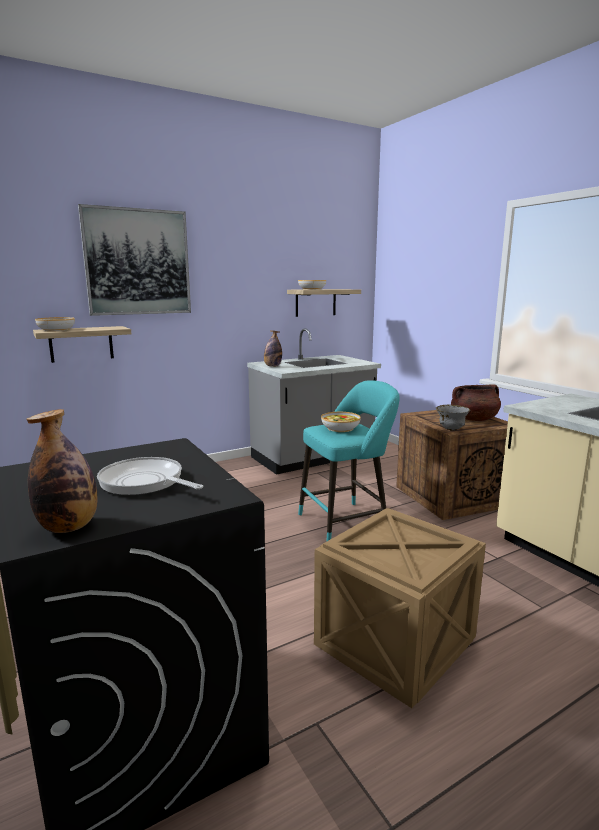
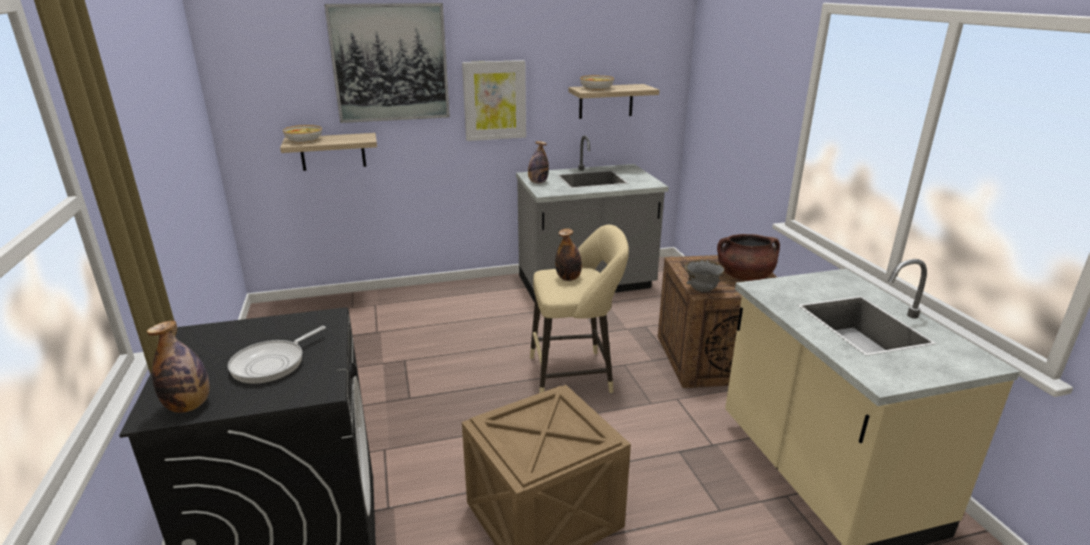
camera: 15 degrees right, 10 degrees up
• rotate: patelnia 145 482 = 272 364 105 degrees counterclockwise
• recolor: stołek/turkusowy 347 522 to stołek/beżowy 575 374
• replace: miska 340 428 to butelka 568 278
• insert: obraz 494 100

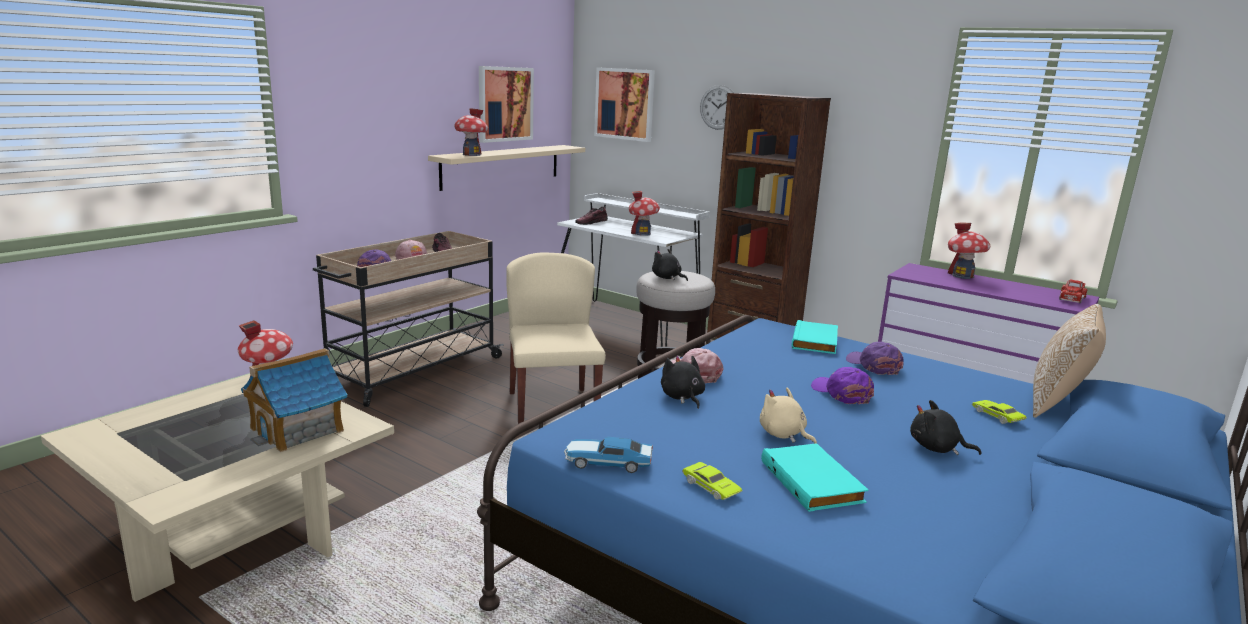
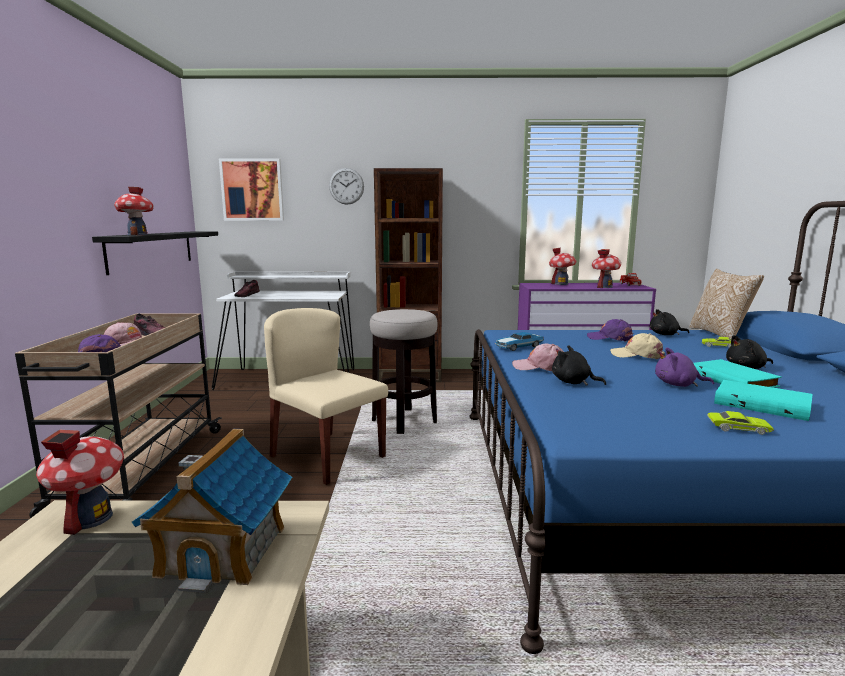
camera: 35 degrees left, 5 degrees down
• recolor: półka/beżowy 502 166 to półka/czarny 152 250
• delete: obraz 505 104
• move: samochodzik 607 462 to 518 347
• move: domek 642 233 to 604 287
• move: pluszak/czarny 667 278 to 665 334
• recolor: pluszak/beżowy 783 435 to pluszak/fioletowy 678 385
• move: książka/turkusowy 816 341 to 733 379
• recolor: czapka z daszkiem/fioletowy 842 393 to czapka z daszkiem/beżowy 637 355

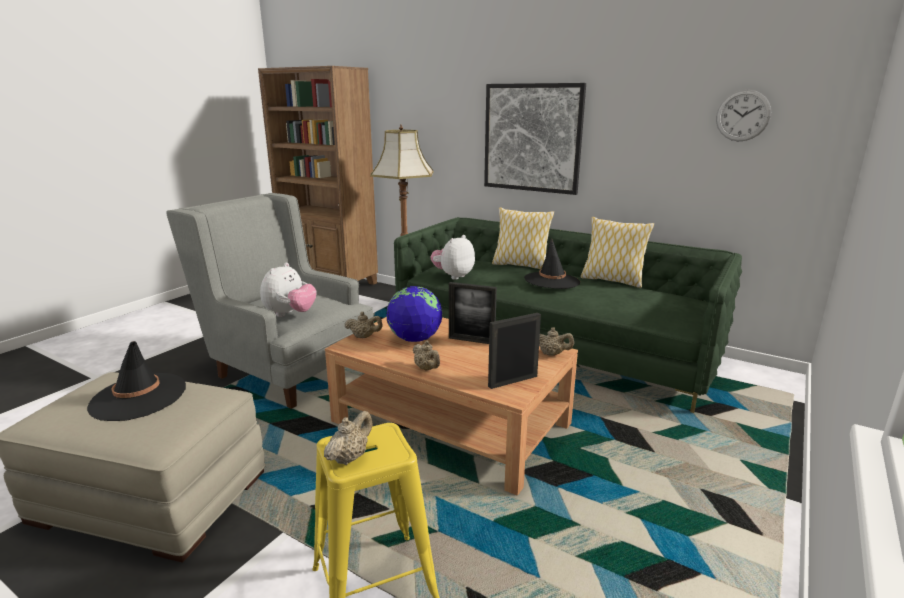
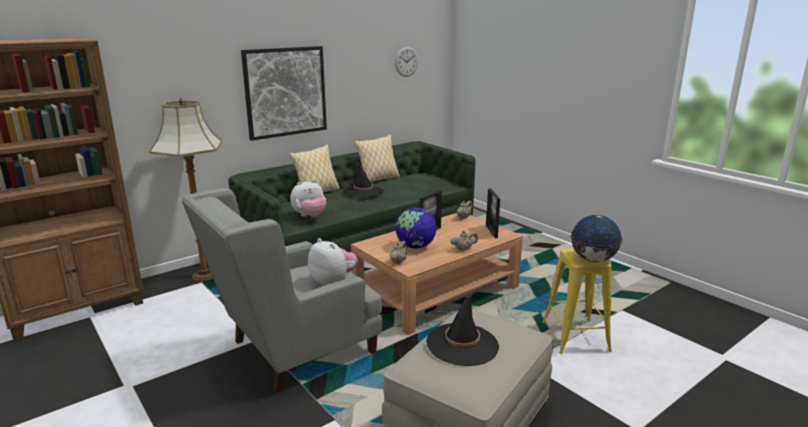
camera: 70 degrees left, 0 degrees up
• replace: imbryk/beżowy 350 457 to globus 592 260
• rotate: pluszak 453 276 = 310 216 90 degrees counterclockwise

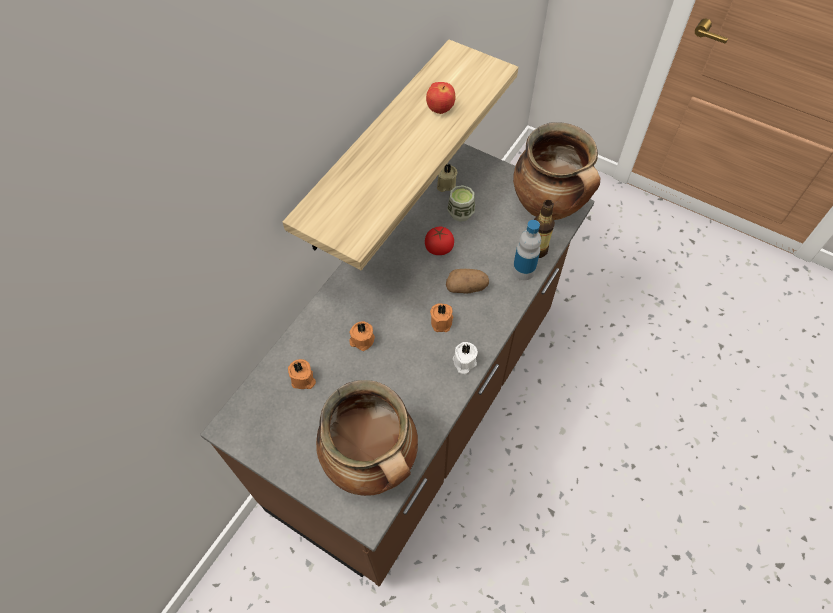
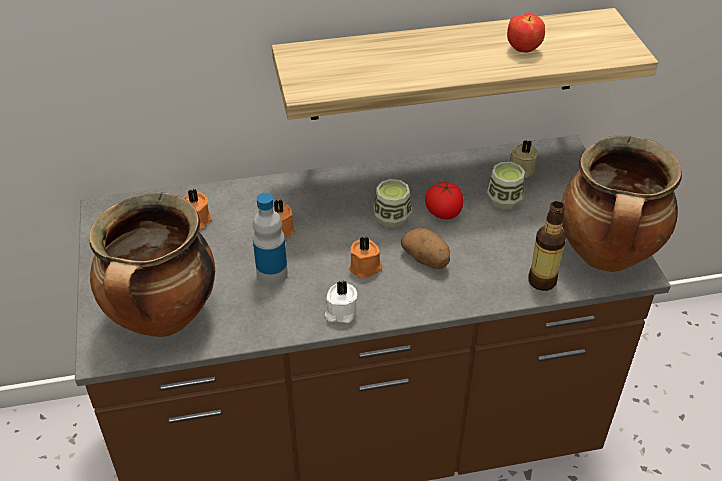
camera: 45 degrees right, 15 degrees down
• move: butelka 523 270 to 272 274
• insert: filiżanka 392 218

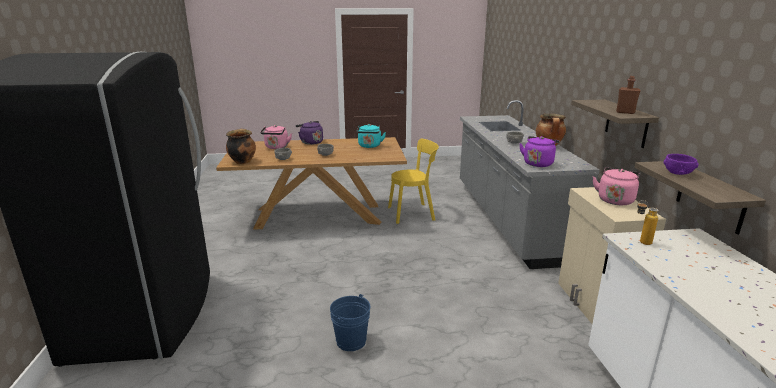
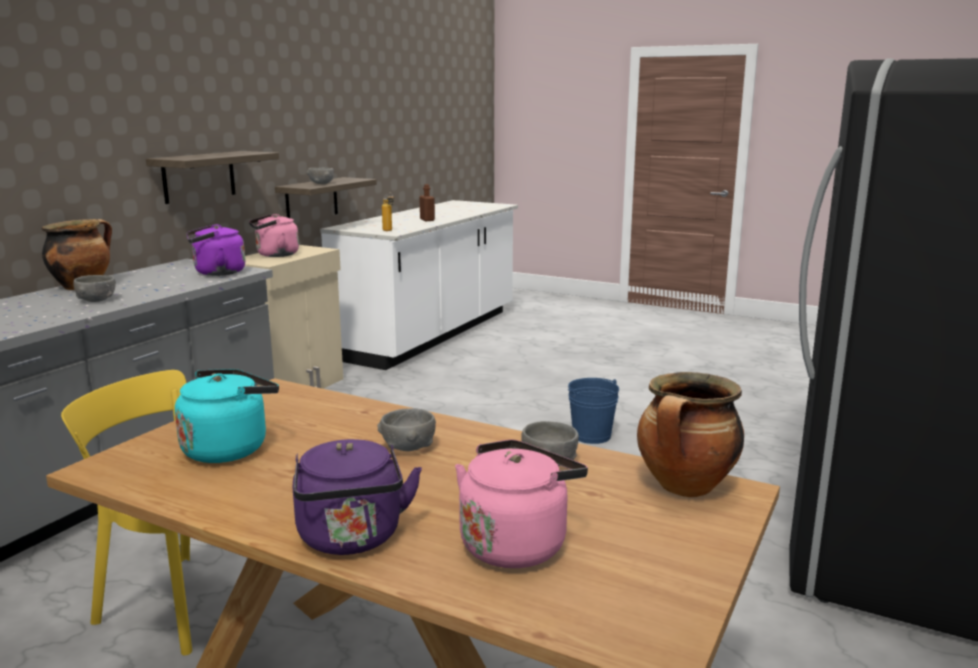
camera: 145 degrees left, 5 degrees down
• move: butelka/brązowy 625 112 to 427 220
• recolor: miska/fioletowy 677 173 to miska/szary 321 184

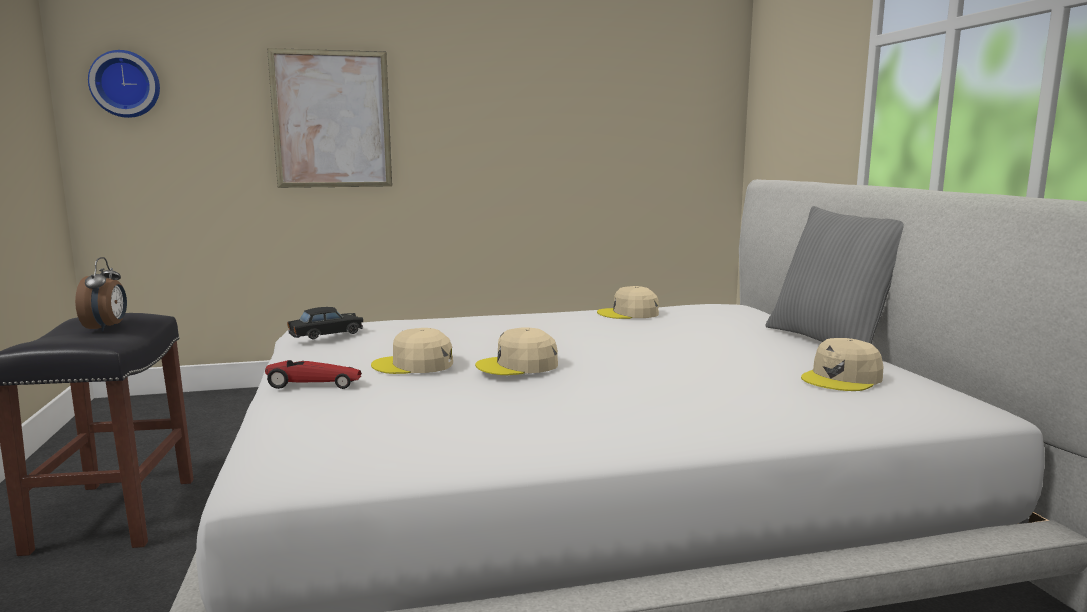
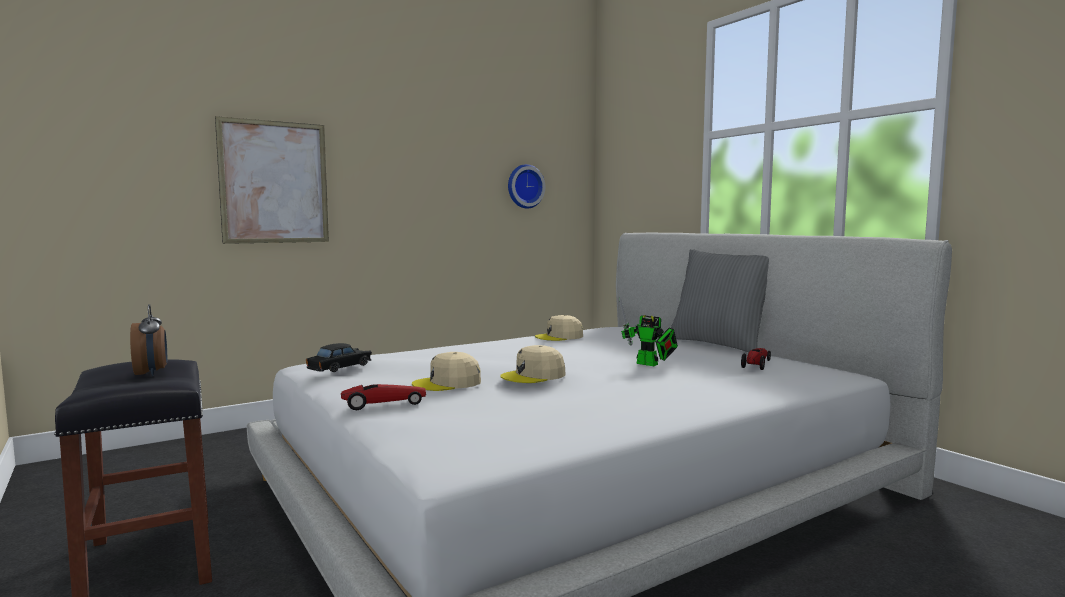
camera: 20 degrees left, 5 degrees down
• move: zegar ścienny 126 84 to 524 186
• replace: czapka z daszkiem/beżowy 842 378 to samochodzik 756 364
• insert: robot zabawkowy 650 364

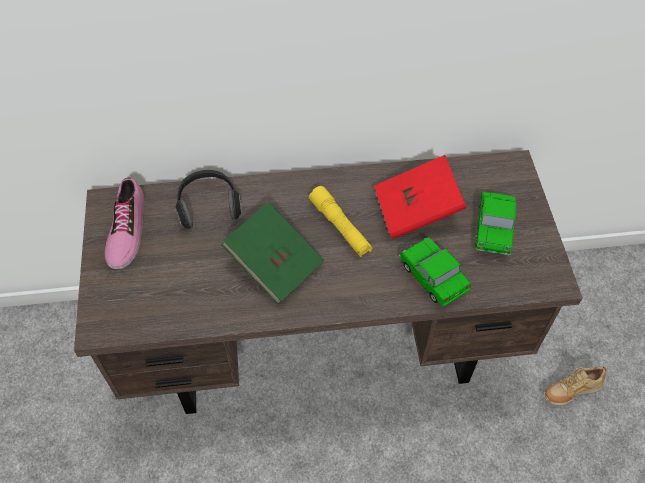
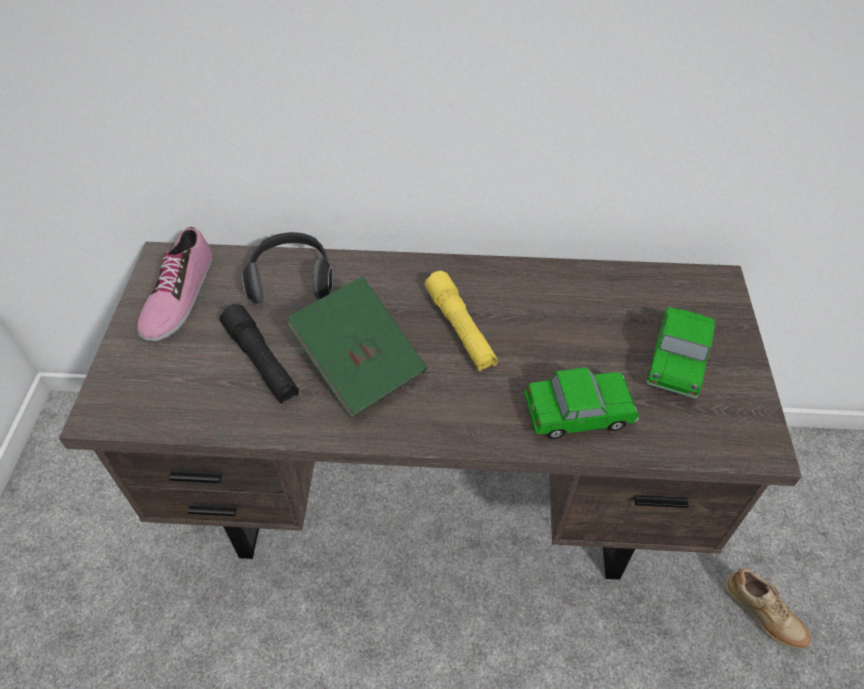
camera: 10 degrees right, 5 degrees down
• delete: książka/czerwony 417 210
• rotate: samochodzik 432 277 = 578 414 105 degrees clockwise
• rotate: but/beżowy 570 391 = 762 616 120 degrees counterclockwise
• insert: latarka/czarny 261 361

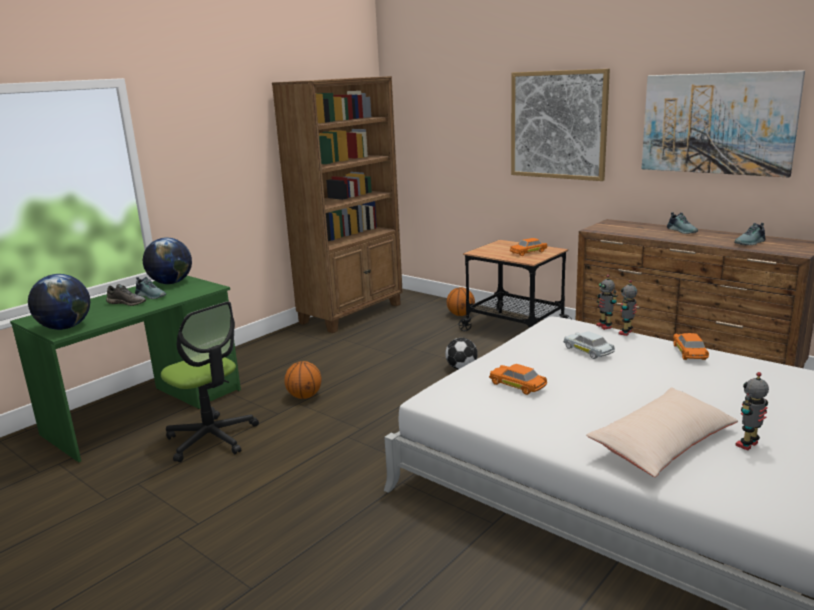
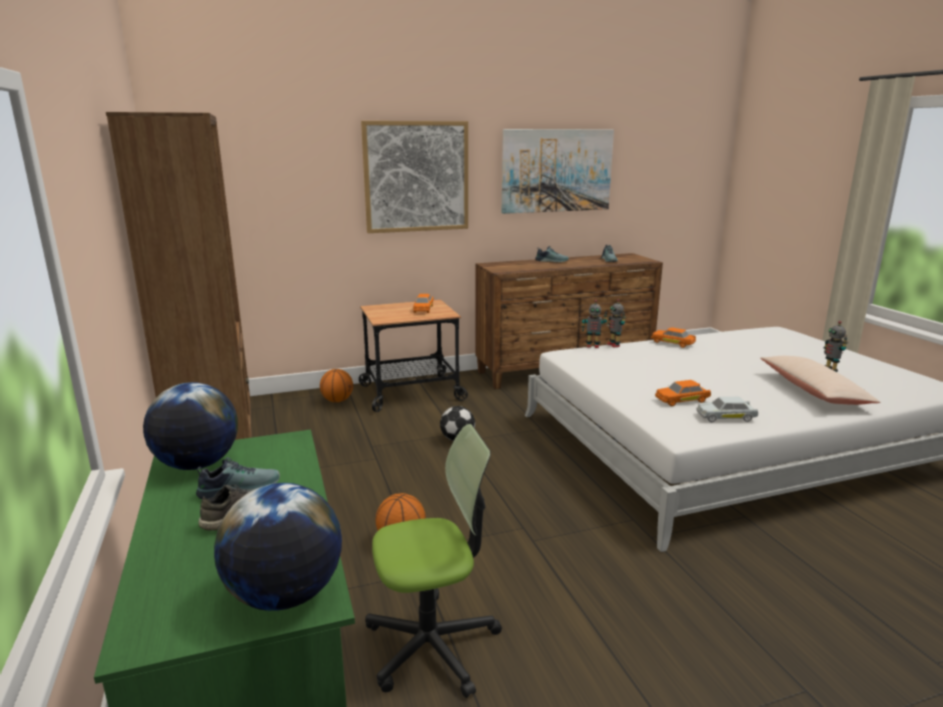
camera: 60 degrees left, 0 degrees up
• move: samochodzik/biały 588 351 to 726 417

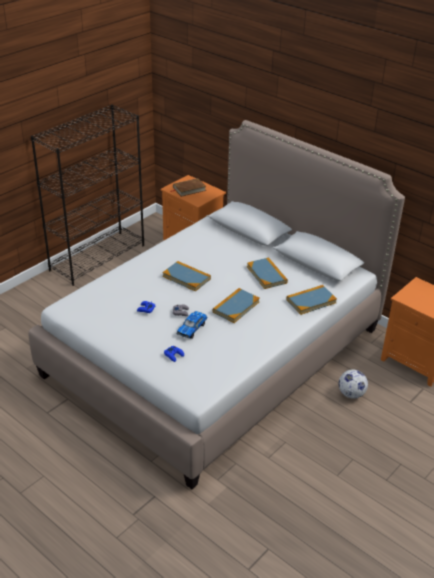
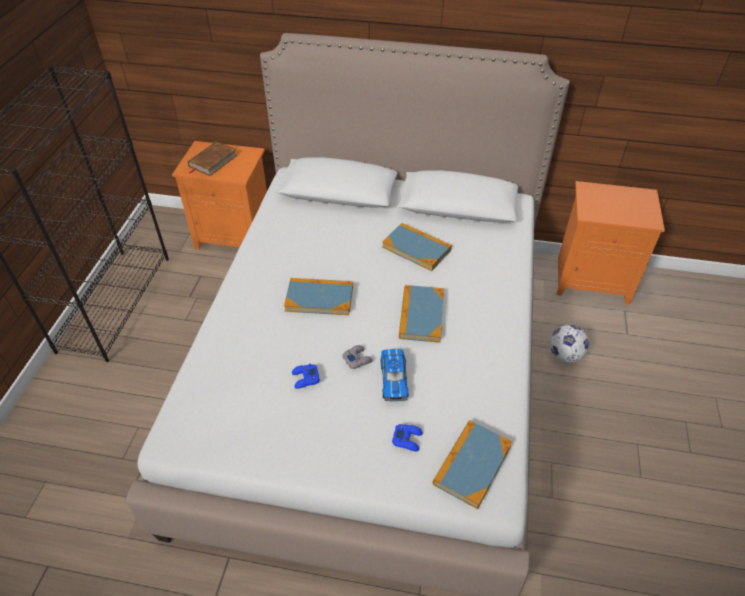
camera: 30 degrees left, 10 degrees up
• move: książka 311 301 to 472 465

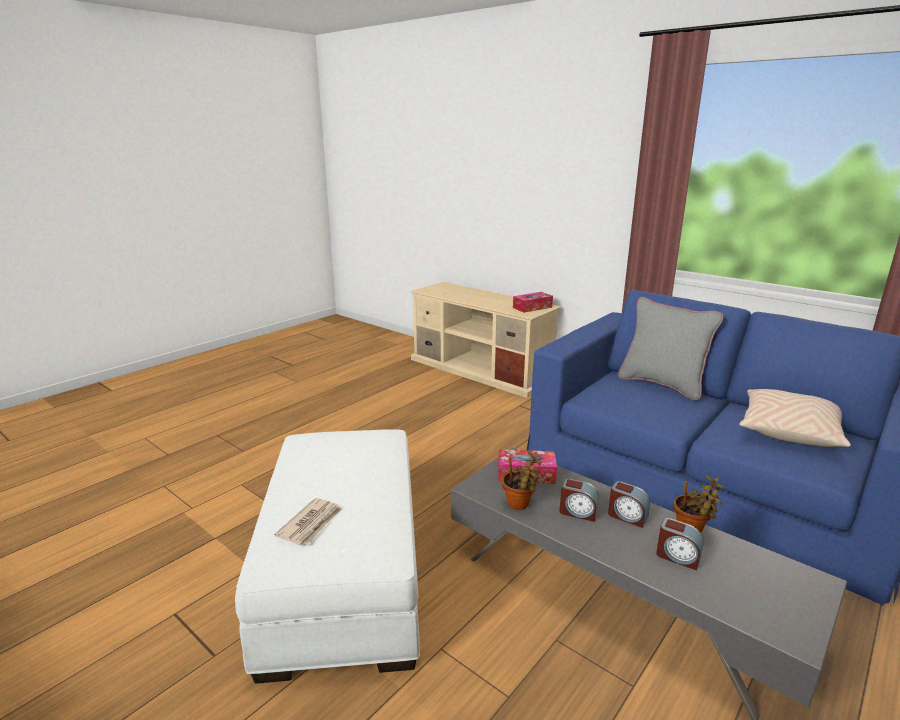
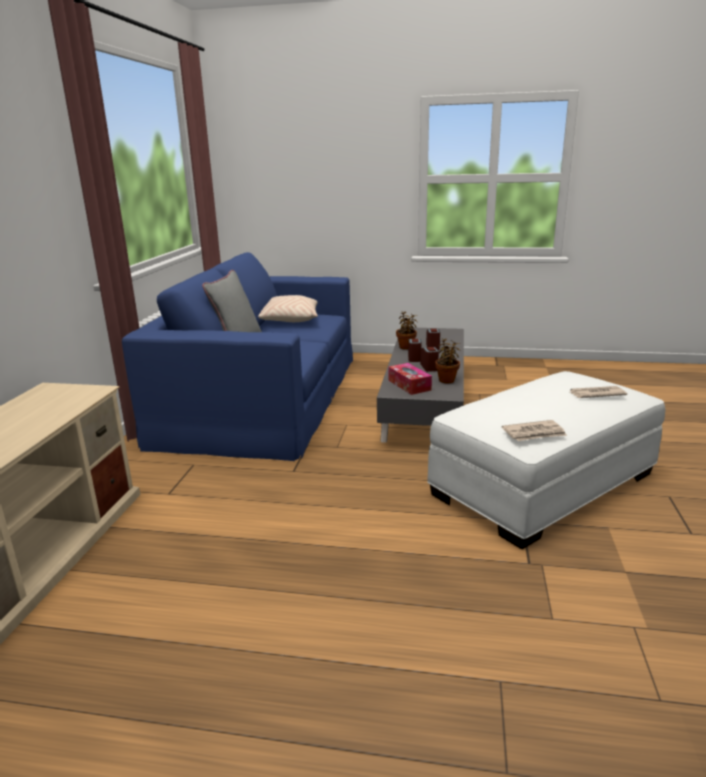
camera: 120 degrees left, 0 degrees up
• delete: pudełko chusteczek 532 307
• insert: gazeta 534 433

